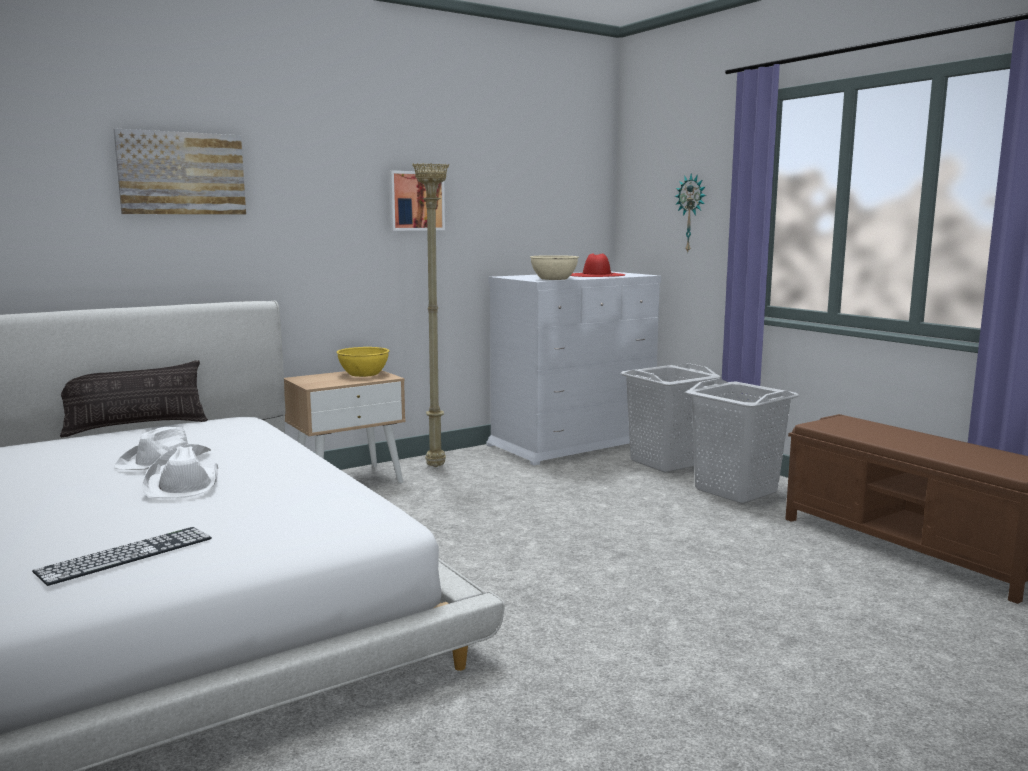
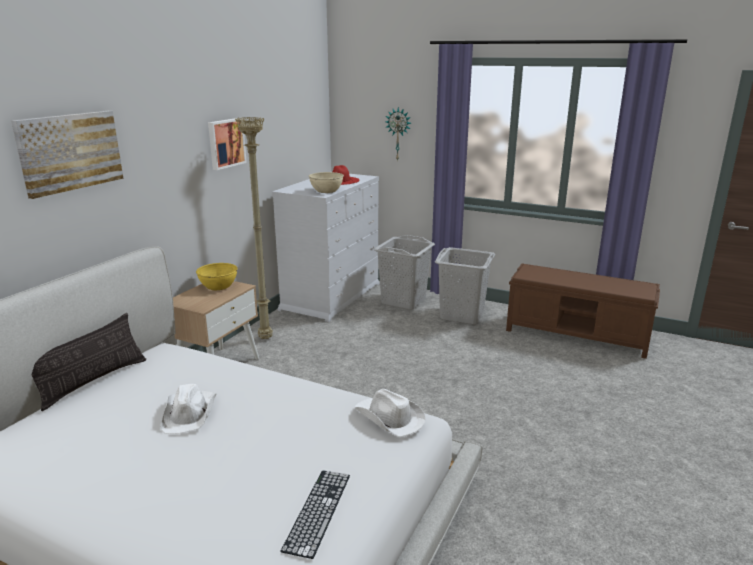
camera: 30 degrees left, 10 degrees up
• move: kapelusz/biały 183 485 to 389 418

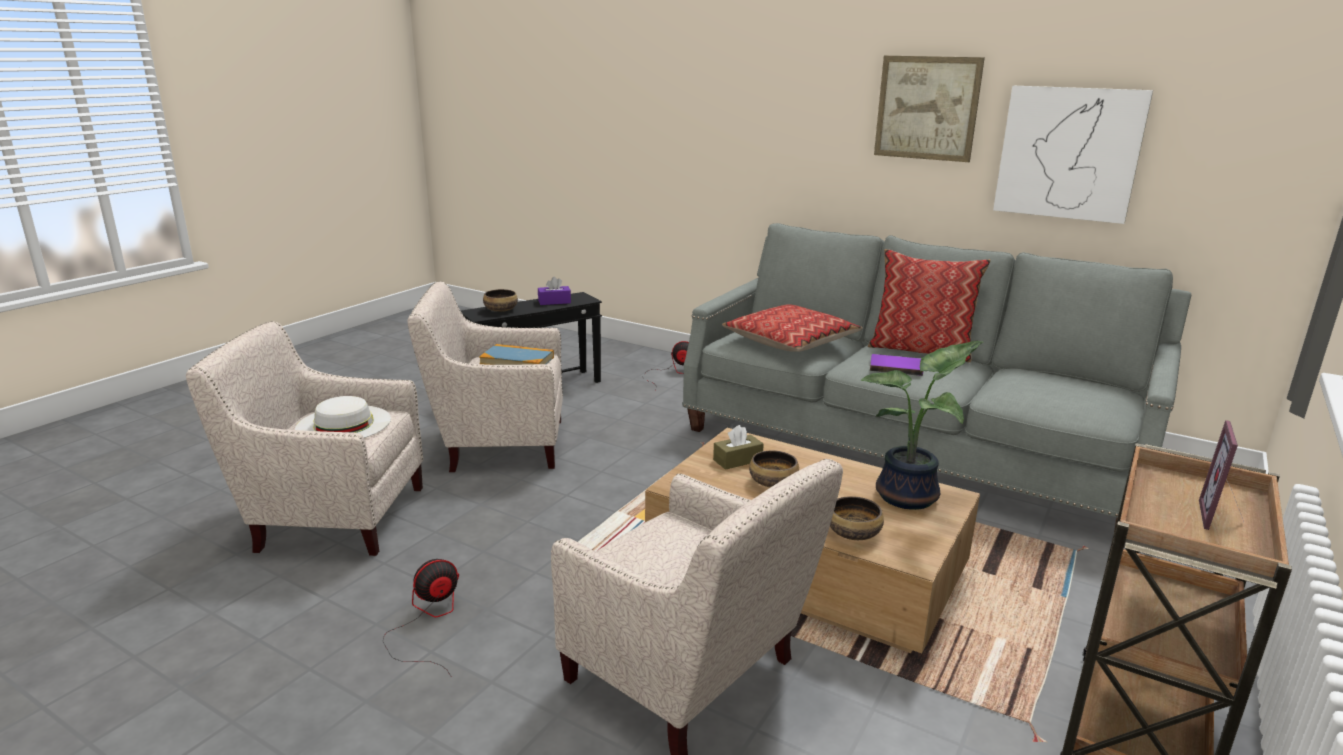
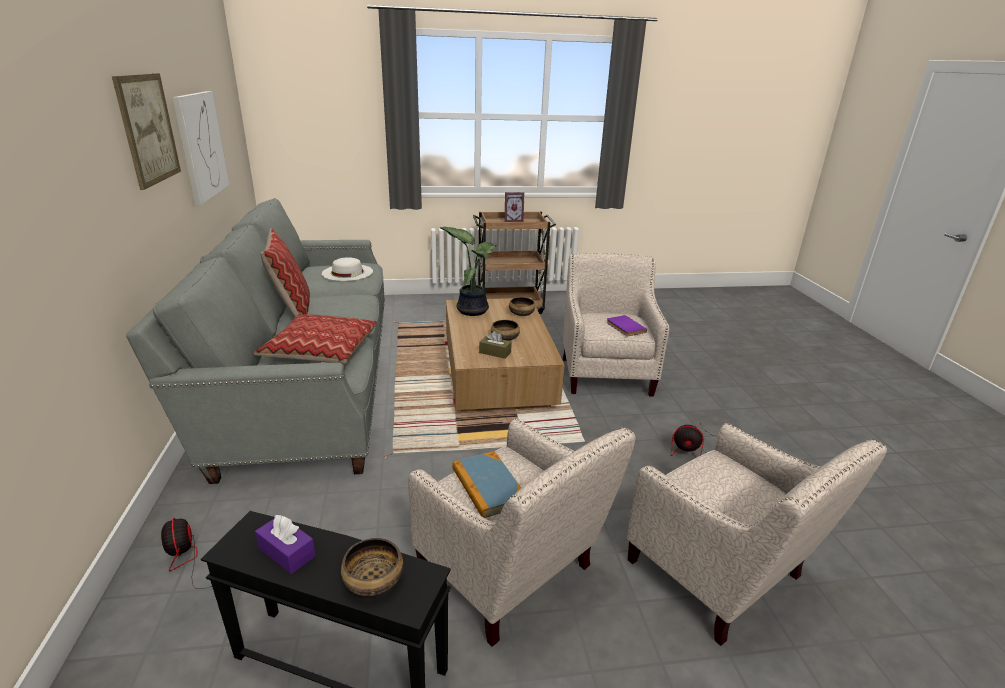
camera: 130 degrees left, 5 degrees up
• move: kapelusz/biały 343 424 to 347 272
• move: książka/fioletowy 896 367 to 624 327

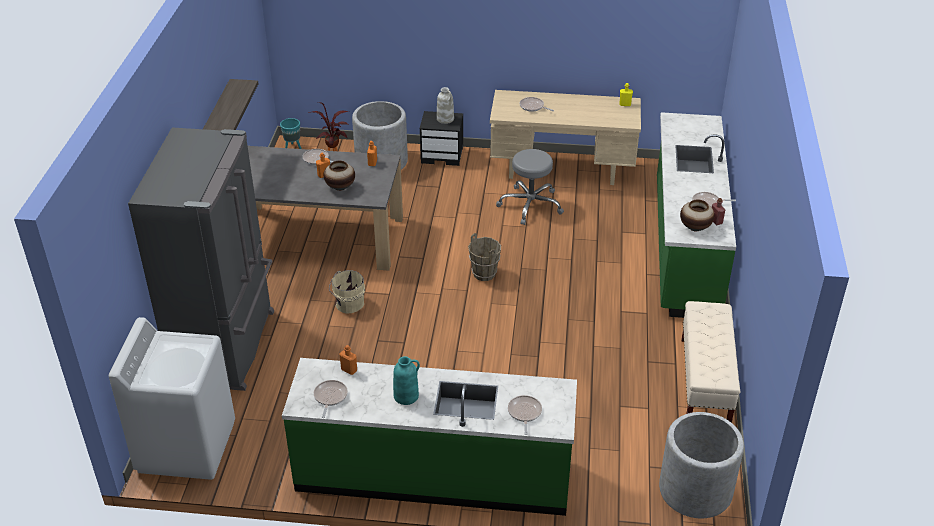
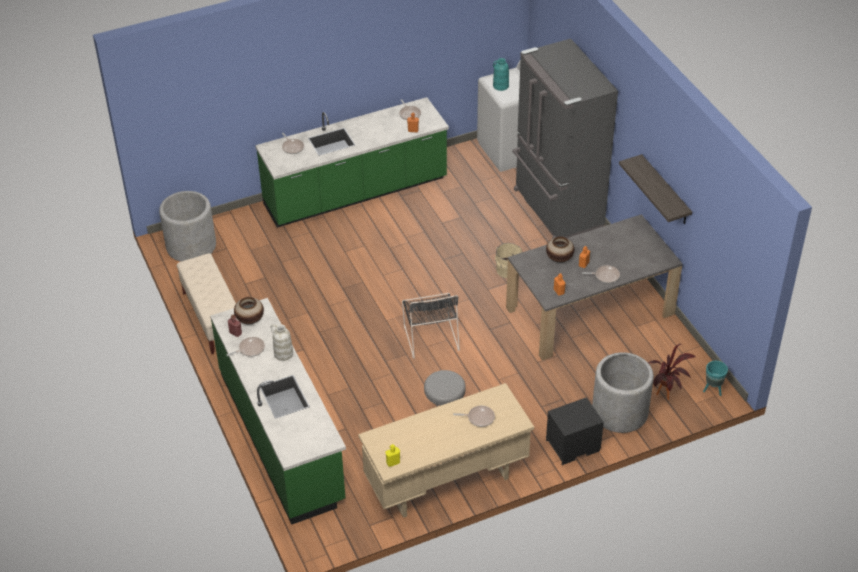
camera: 150 degrees right, 5 degrees up
• move: wazon/turkusowy 406 396 to 500 86
• move: wazon/biały 445 119 to 283 354
• replace: wiadro/brązowy 484 273 to krzesło/czarny 431 336

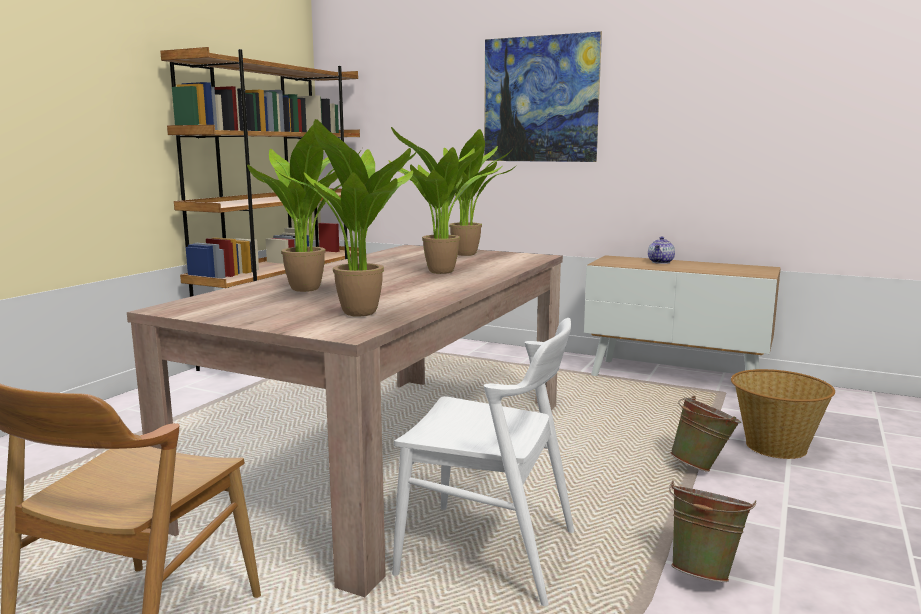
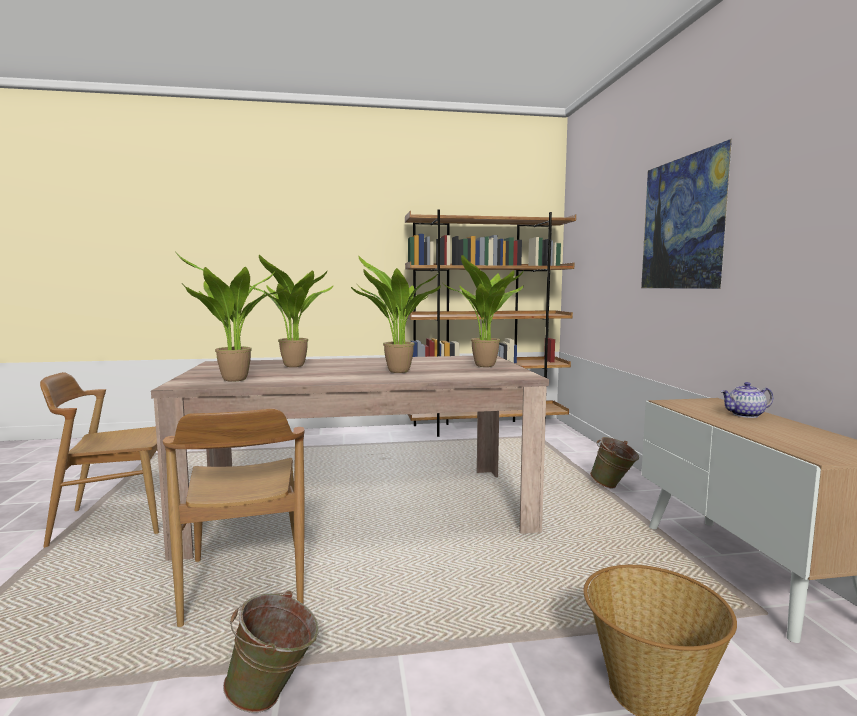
camera: 55 degrees right, 5 degrees down
• recolor: krzesło/biały 488 553 to krzesło/brązowy 245 583
• move: wiadro/zielony 702 467 to 613 487

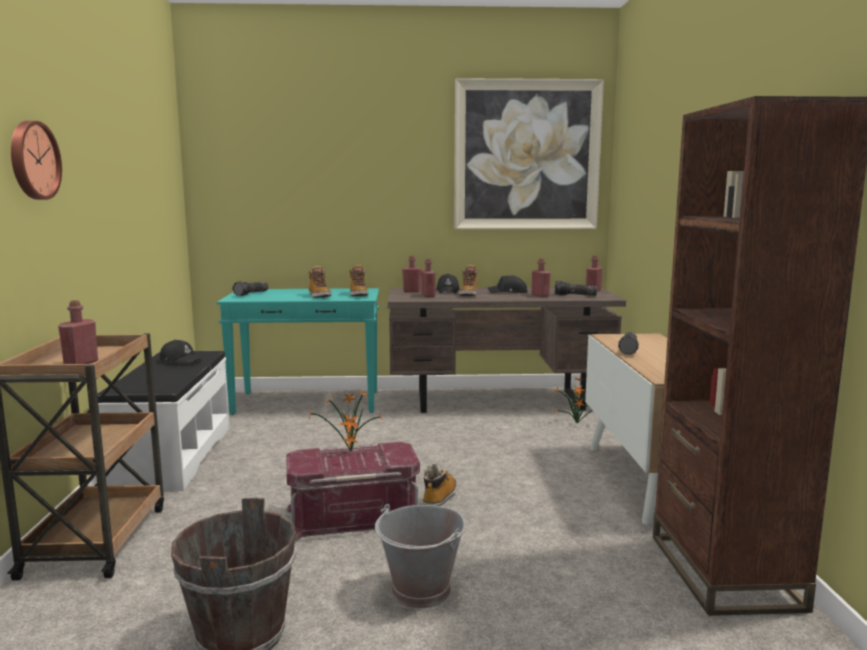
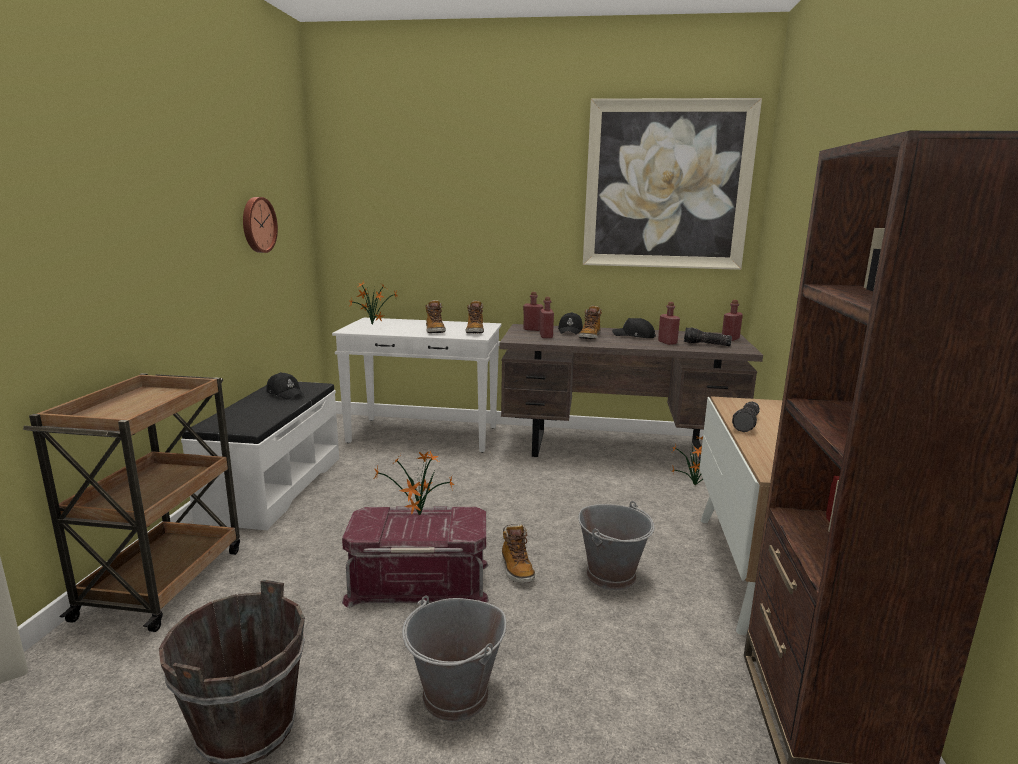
camera: 10 degrees right, 5 degrees up
• move: zegar ścienny 32 160 to 257 225
• delete: butelka/czerwony 81 363
• recolor: stolik konsolowy/turkusowy 308 402 to stolik konsolowy/biały 425 435
• replace: latarka 252 294 to roślina doniczkowa 372 324
• rotate: but z cholewką 440 498 = 516 569 135 degrees clockwise
• insert: wiadro/szary 611 575

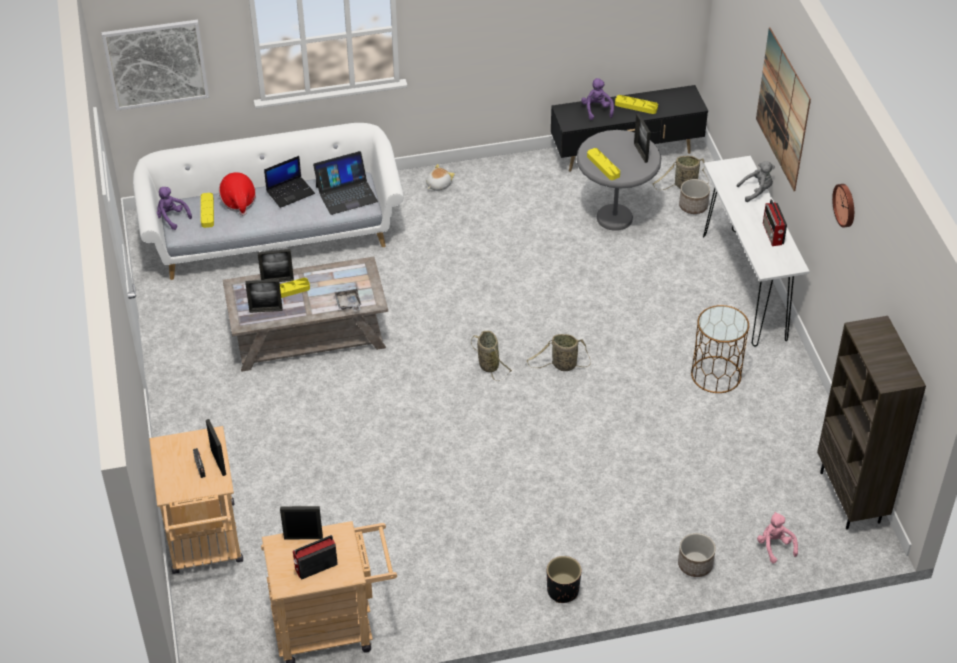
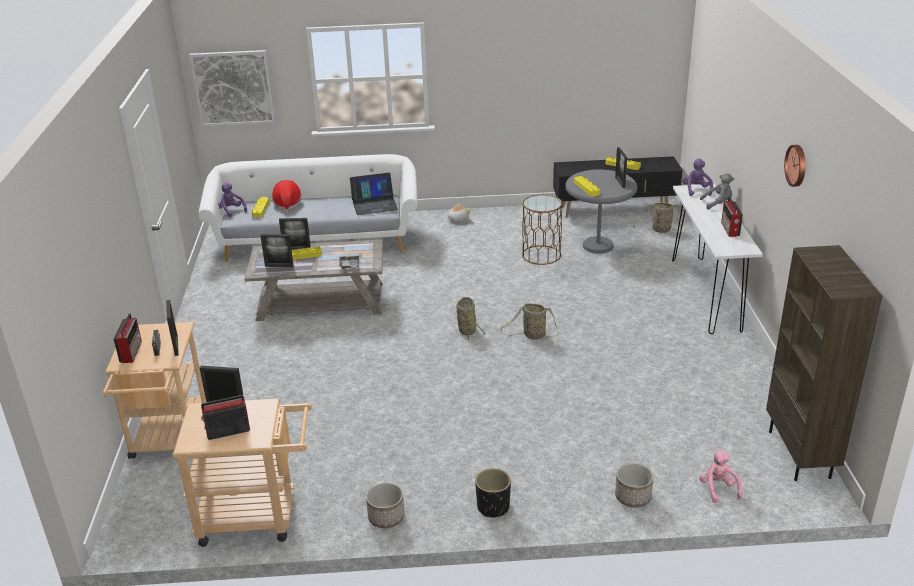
camera: 10 degrees right, 15 degrees down
• delete: laptop 290 192
• move: pluszak/fioletowy 596 110 to 696 190
• move: donica 693 206 to 386 517
• move: stolik/brązowy 715 374 to 541 255
• delete: obraz 783 109
• insert: radio 131 351

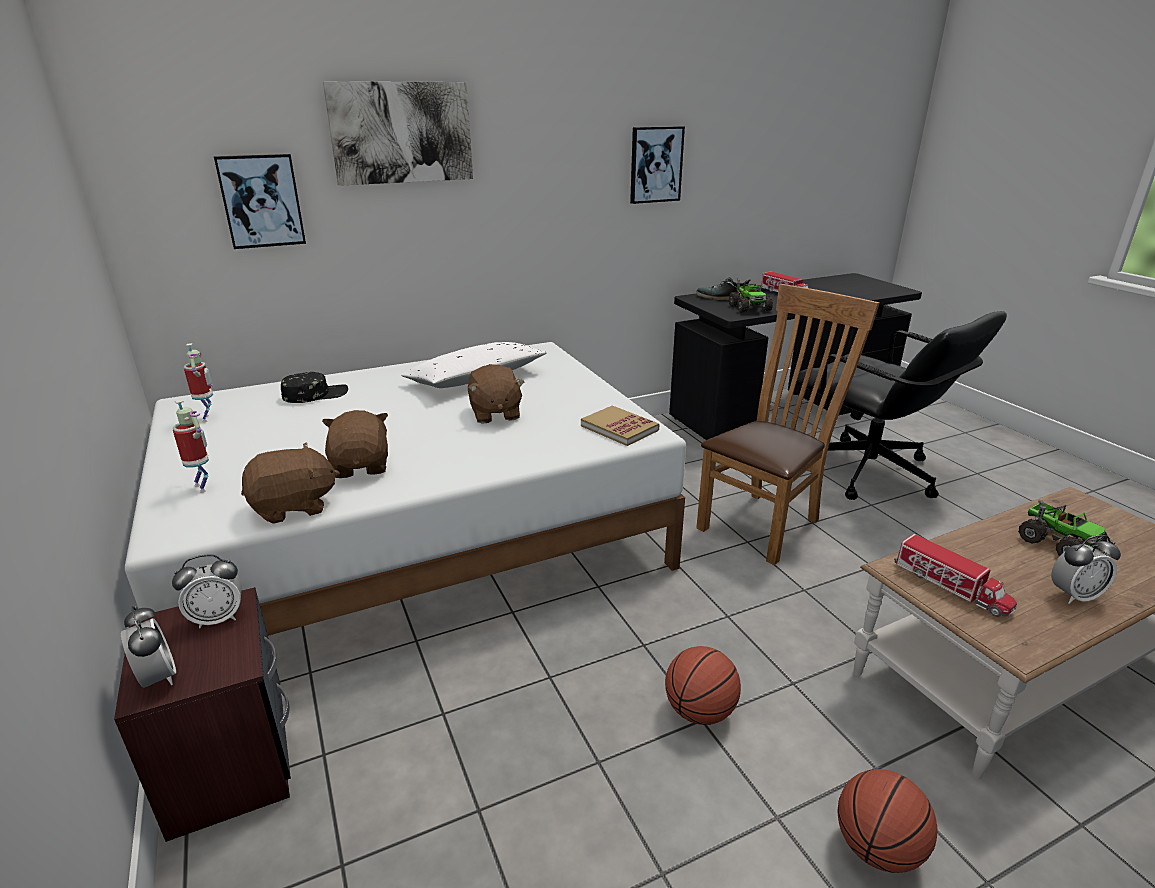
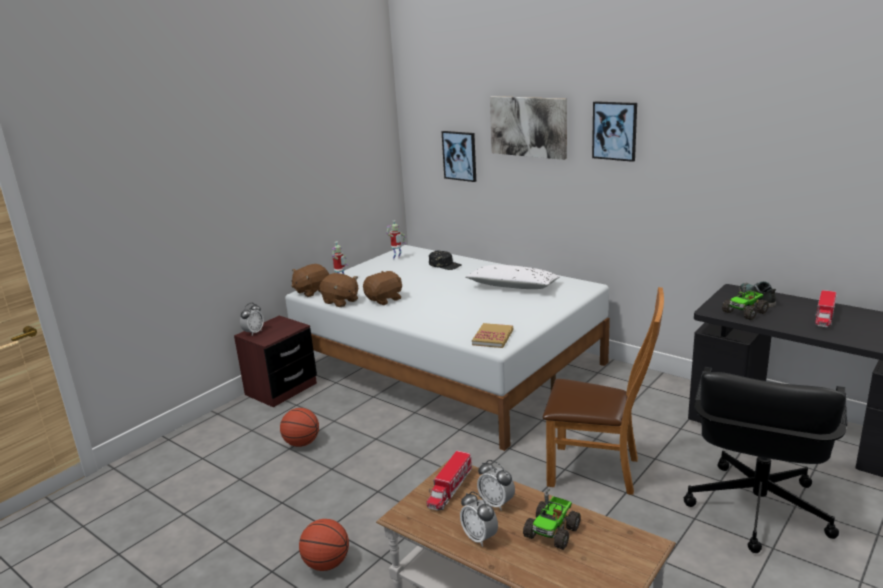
camera: 65 degrees right, 5 degrees down
• move: budzik 218 618 to 496 503
• move: pluszak/brązowy 495 414 to 311 291
• move: obraz 655 164 to 615 130
• move: piłka do koszykówki 699 711 to 302 443

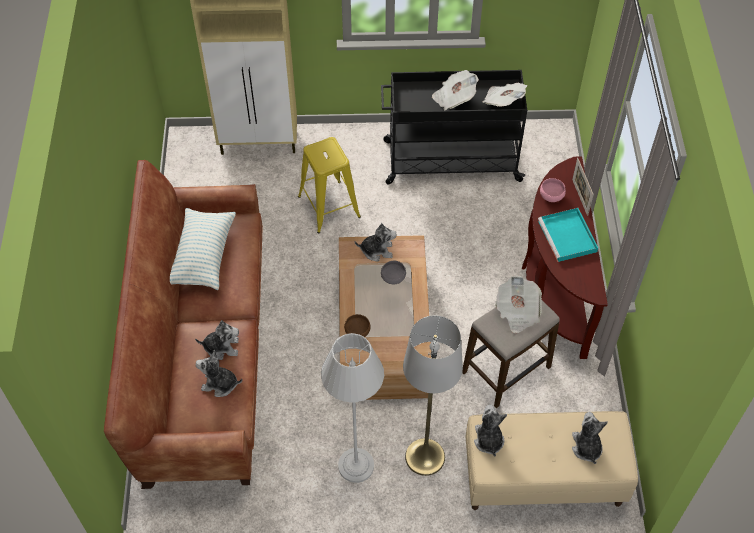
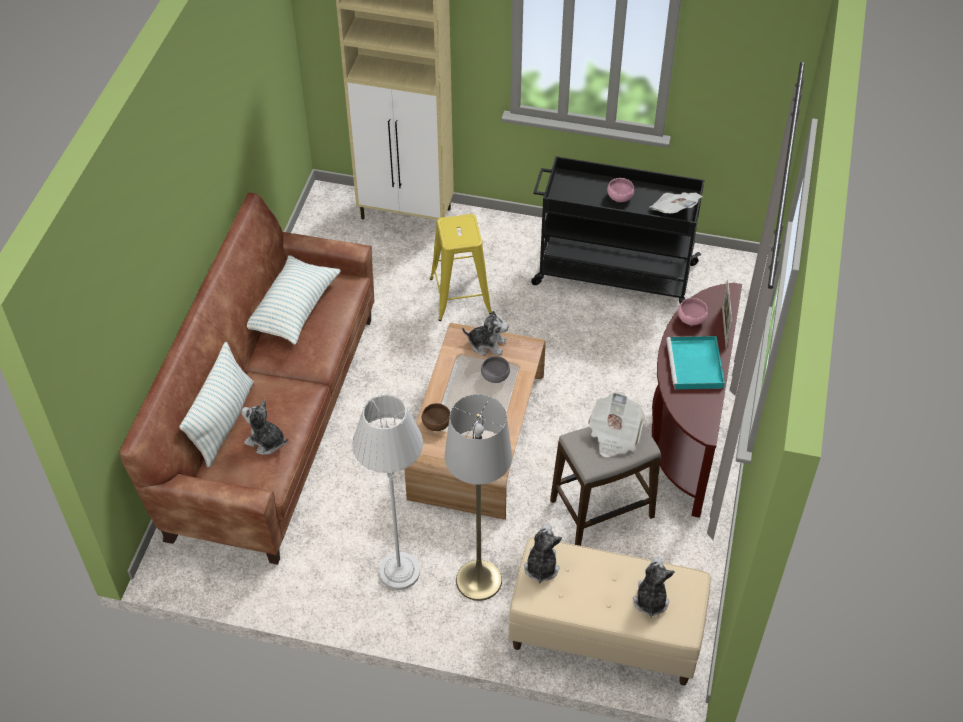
camera: 15 degrees right, 5 degrees down
• delete: pluszak 221 347
• replace: gazeta 454 98 to miska/różowy 619 197
• insert: poduszka 223 422

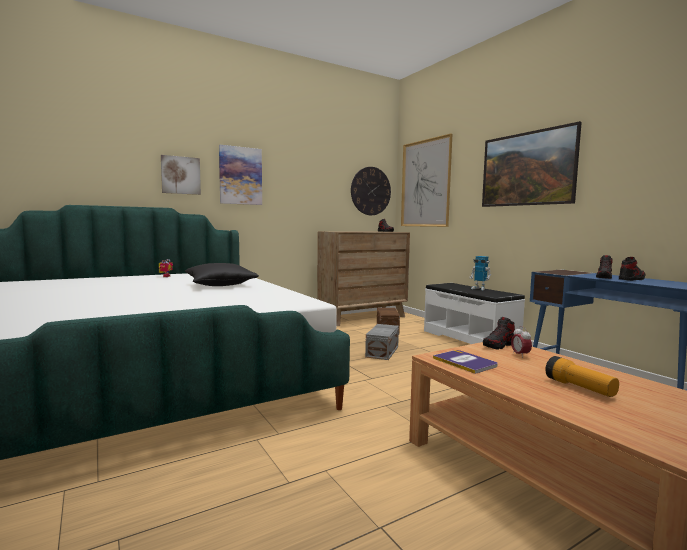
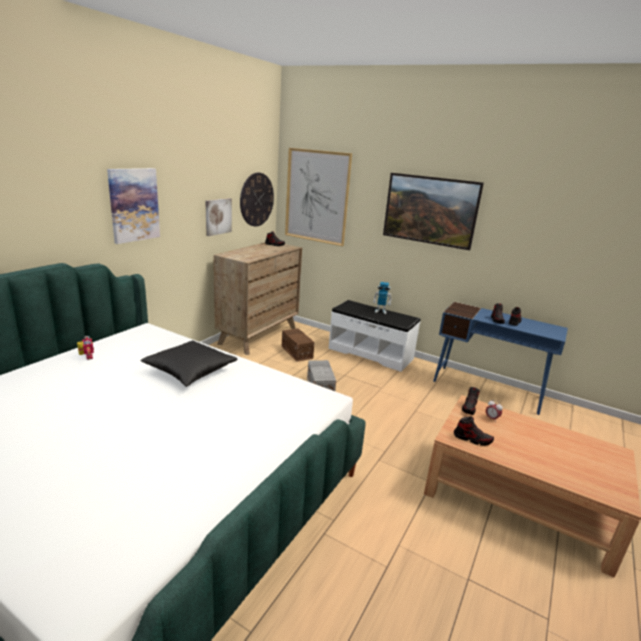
camera: 30 degrees left, 15 degrees up
• move: obraz 180 175 to 217 216
• replace: książka 465 362 to but 472 439
• delete: latarka 579 388

